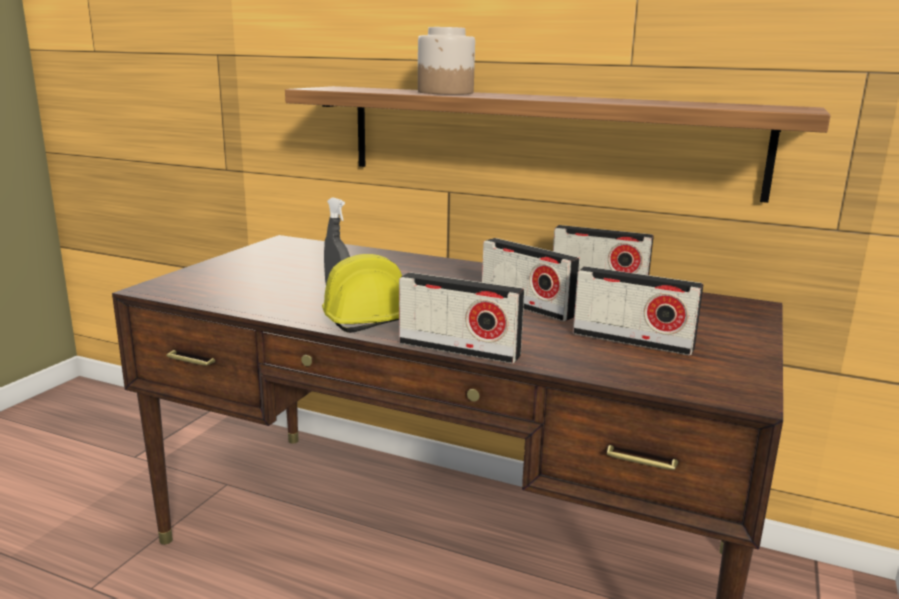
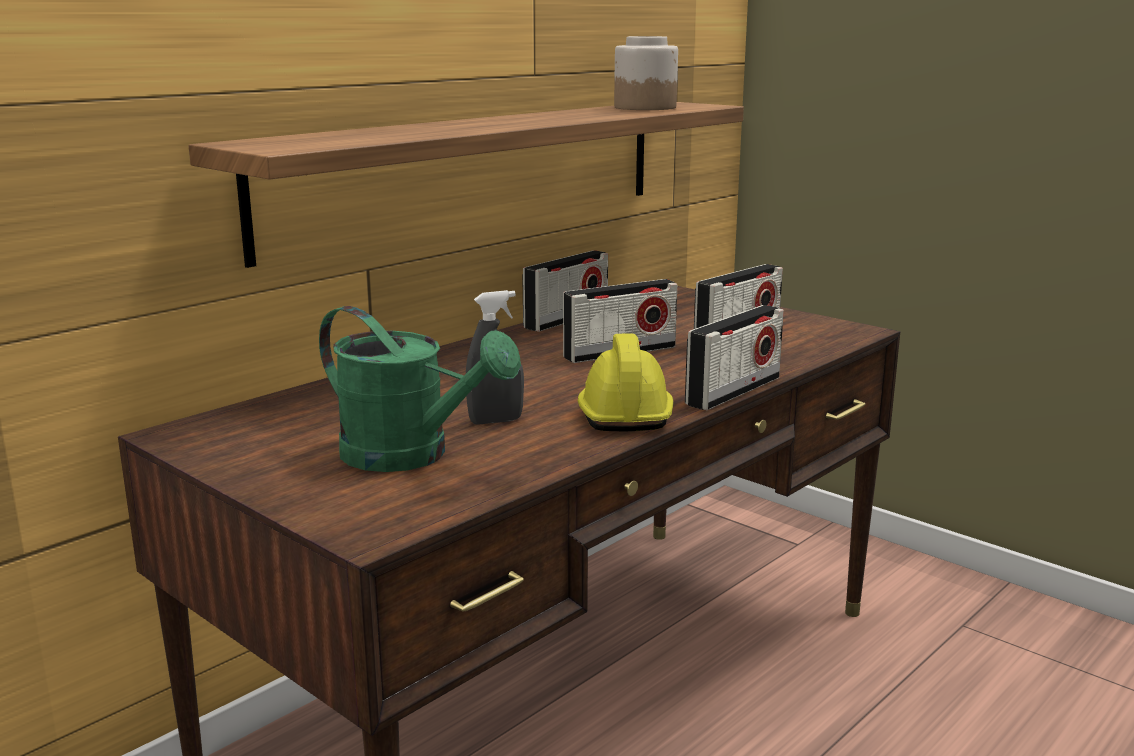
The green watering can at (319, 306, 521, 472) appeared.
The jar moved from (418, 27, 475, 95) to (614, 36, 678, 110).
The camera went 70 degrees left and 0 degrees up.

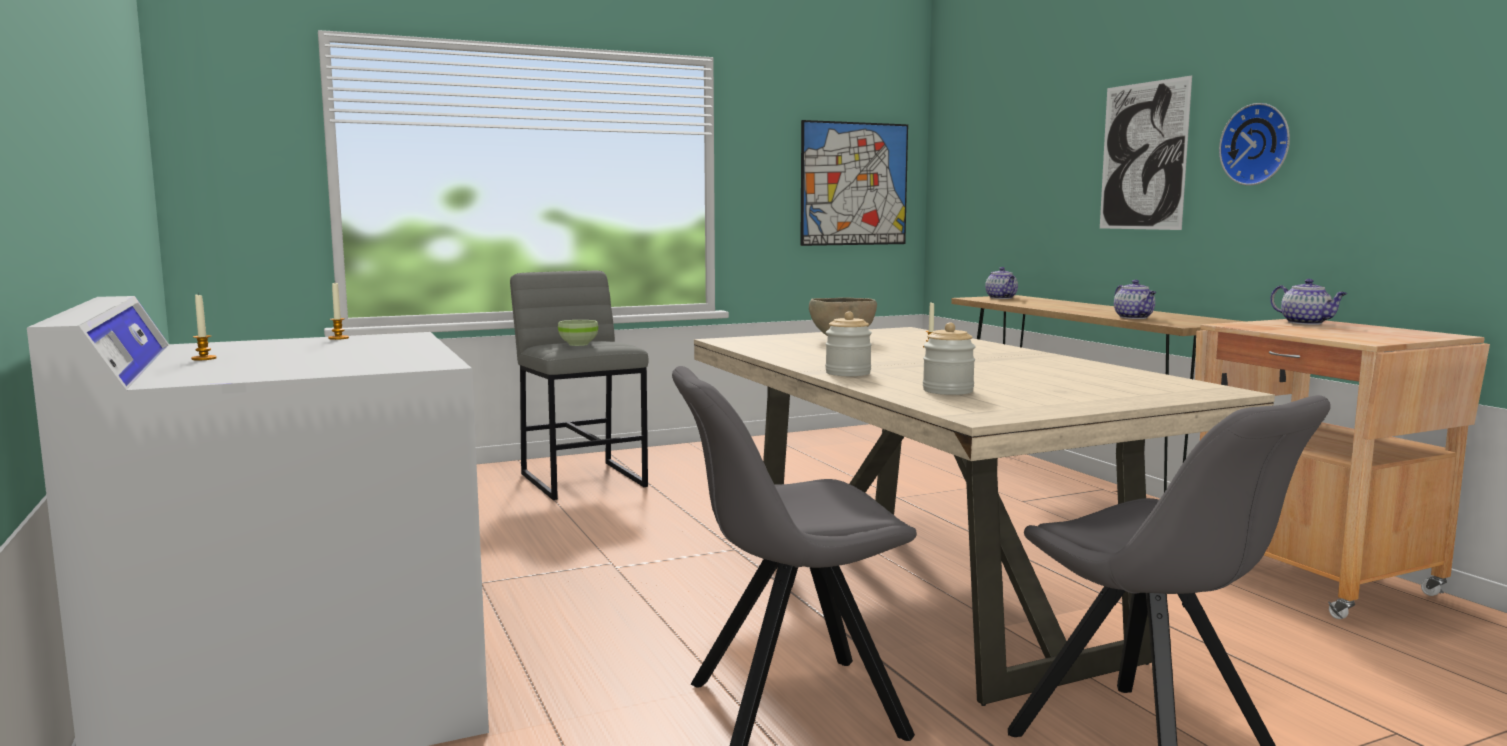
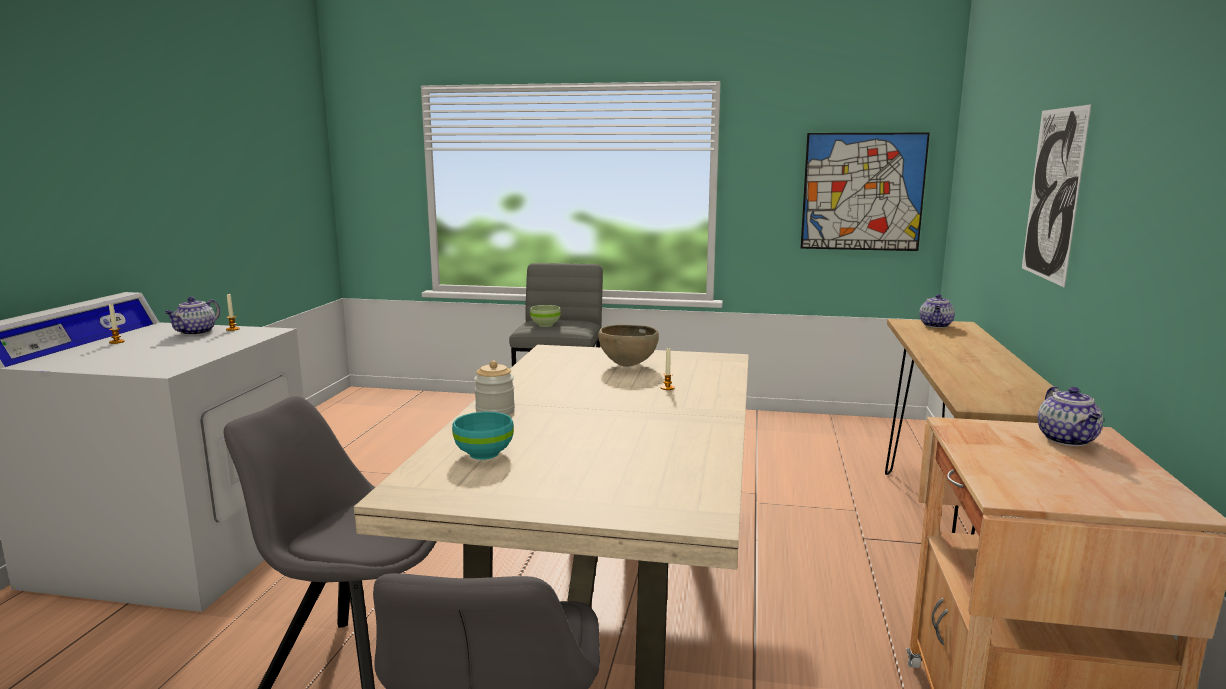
The teapot moved from (1114, 280, 1156, 319) to (165, 297, 220, 335).
The jar at (923, 322, 976, 395) was replaced by the turquoise bowl at (452, 412, 514, 460).
The wall clock at (1219, 103, 1290, 186) disappeared.
The camera went 35 degrees right and 5 degrees up.

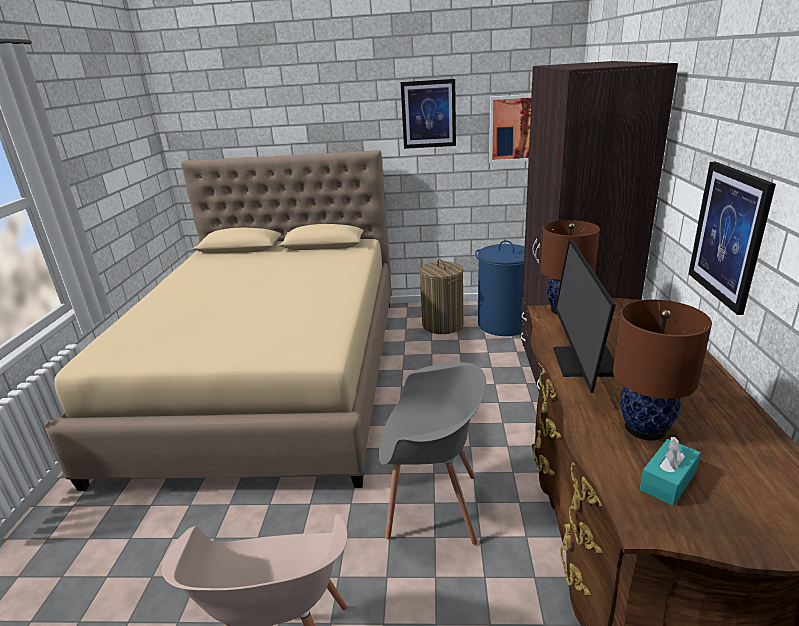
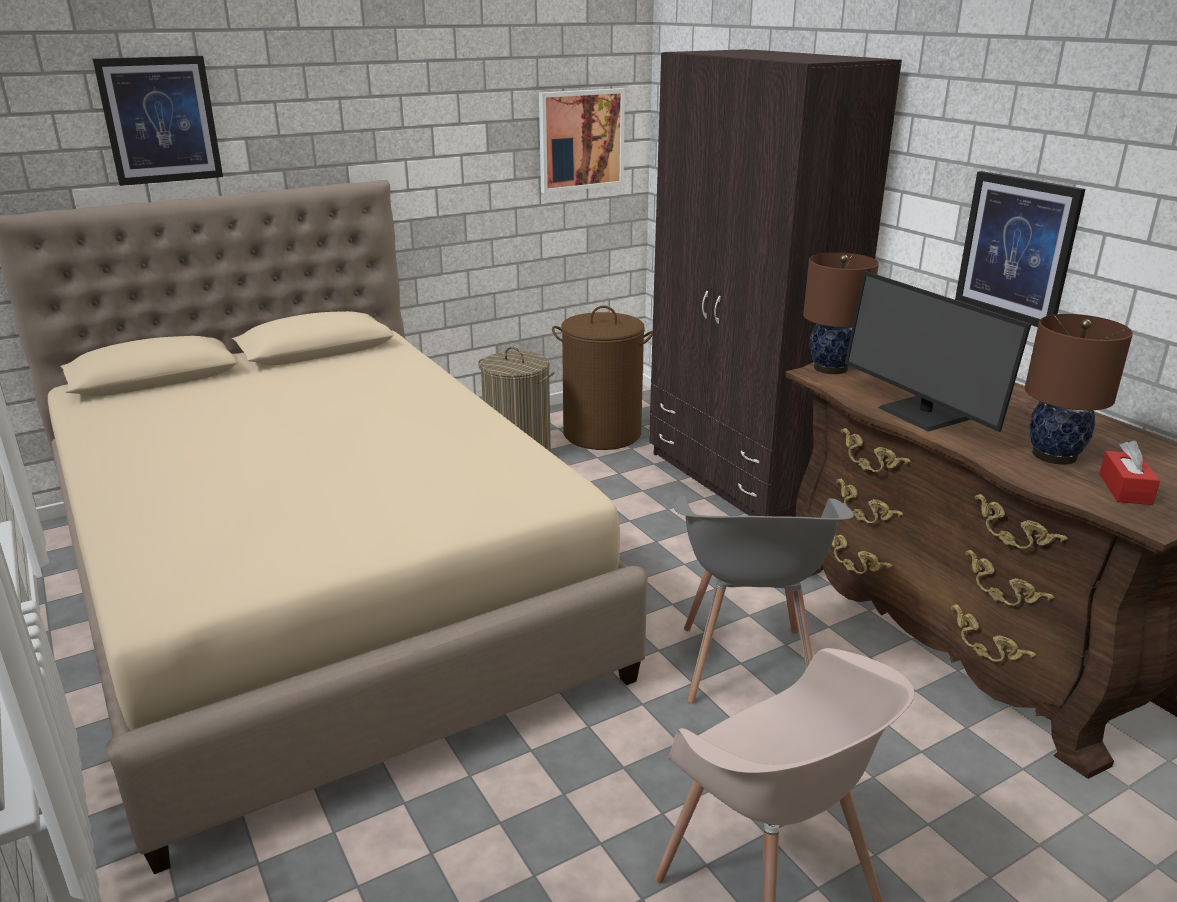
The picture moved from (401, 79, 456, 149) to (93, 56, 223, 186).
The blue laundry basket at (475, 240, 525, 336) became the brown laundry basket at (552, 305, 653, 450).
The grey chair at (379, 362, 486, 545) turned 120 degrees clockwise.
The turquoise tissue box at (640, 437, 701, 506) became the red tissue box at (1099, 440, 1160, 505).
The camera went 35 degrees left and 0 degrees up.

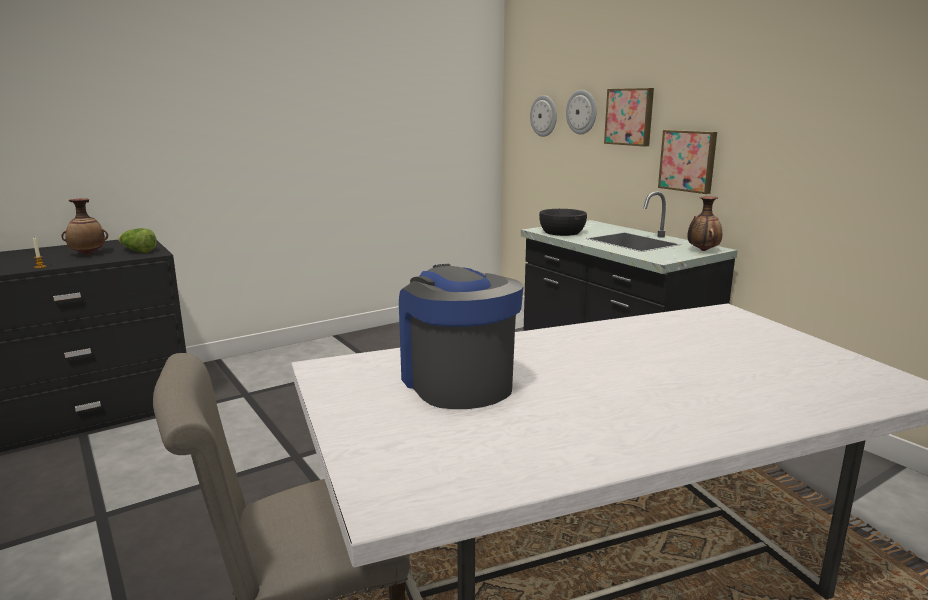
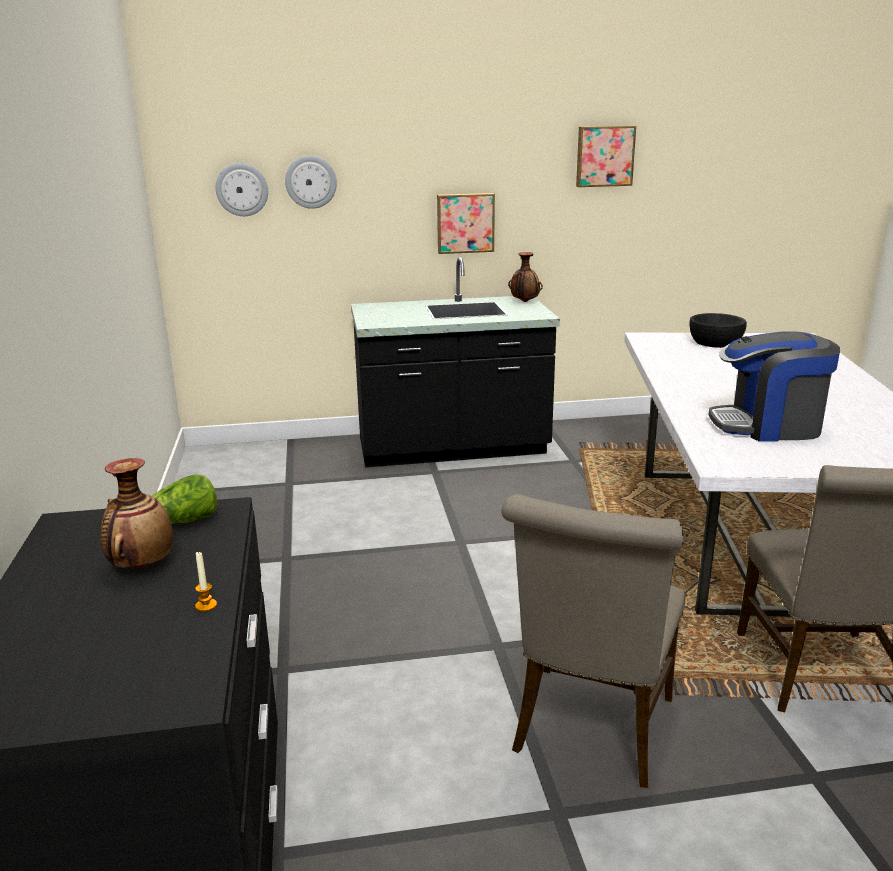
The beige chair at (501, 494, 685, 788) appeared.
The picture moved from (604, 88, 654, 147) to (576, 126, 636, 187).
The black bowl moved from (539, 209, 587, 236) to (689, 313, 747, 348).
The camera went 65 degrees left and 5 degrees up.

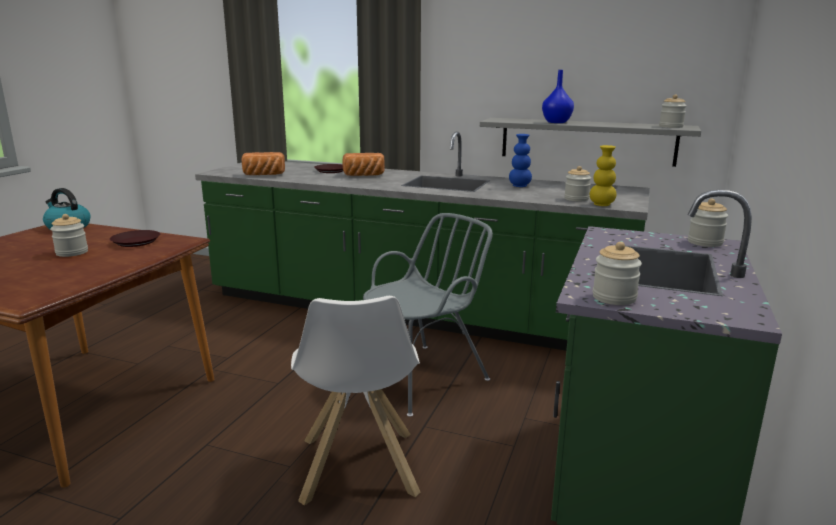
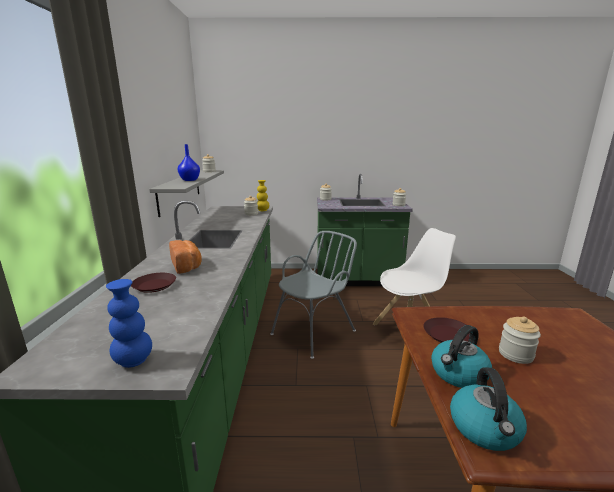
The blue vase moved from (509, 134, 532, 187) to (106, 279, 152, 368).
The grey chair at (363, 213, 493, 417) turned 105 degrees clockwise.
The kettle at (431, 325, 492, 388) appeared.
The bread at (242, 152, 285, 175) disappeared.
The camera went 110 degrees left and 0 degrees up.

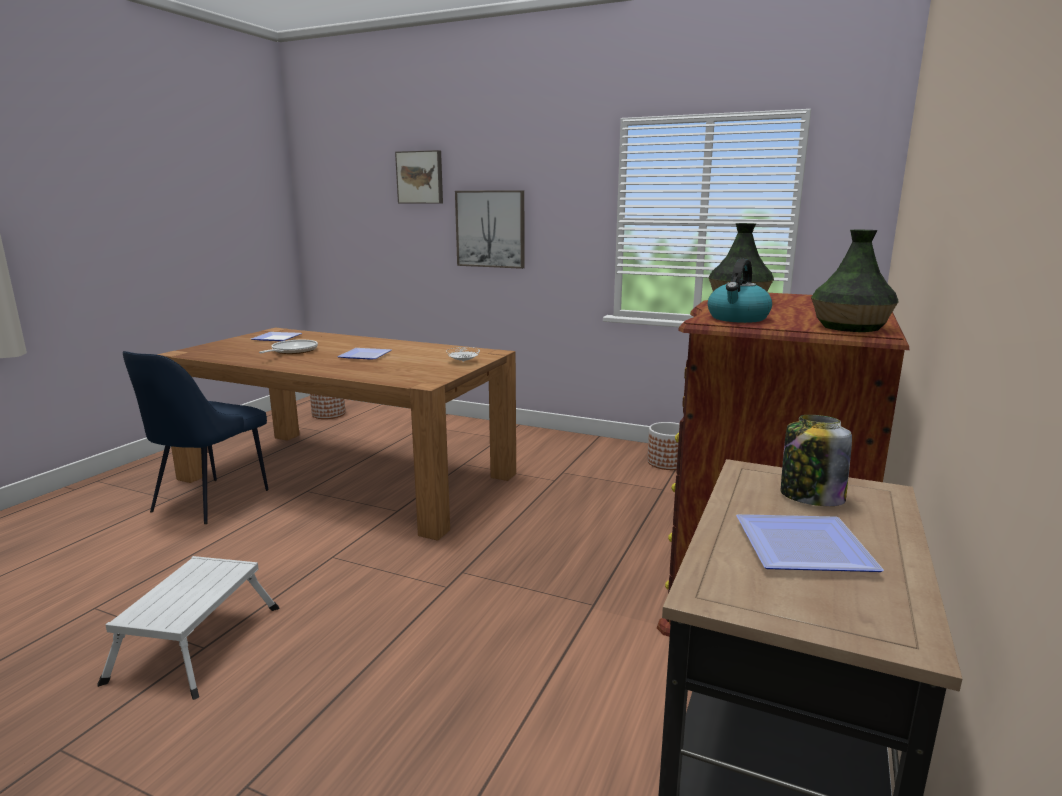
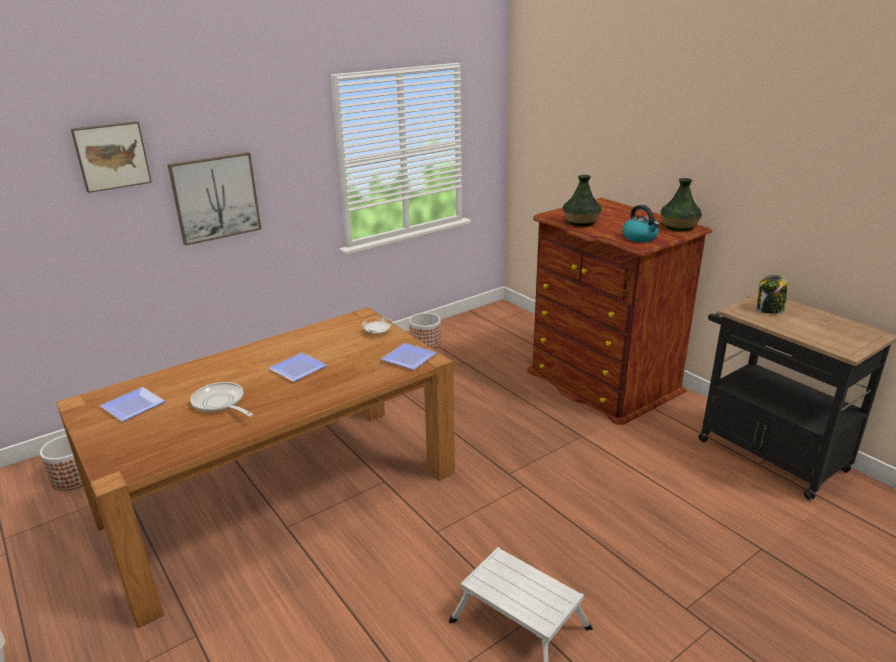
The plate moved from (736, 514, 884, 572) to (381, 343, 437, 370).
The blue chair at (123, 351, 268, 524) disappeared.
The camera went 60 degrees left and 10 degrees up.

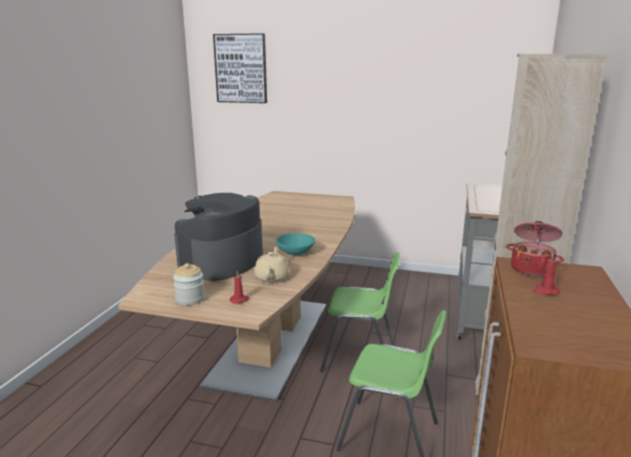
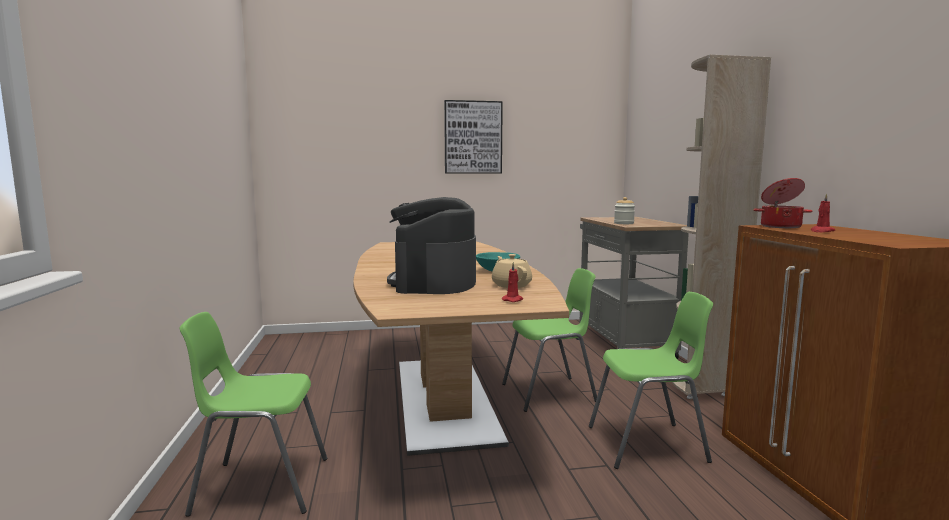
The green chair at (180, 312, 327, 517) appeared.
The picture moved from (213, 33, 267, 103) to (444, 100, 503, 174).
The jar moved from (173, 263, 205, 305) to (614, 197, 635, 224).
The camera went 25 degrees left and 10 degrees down.

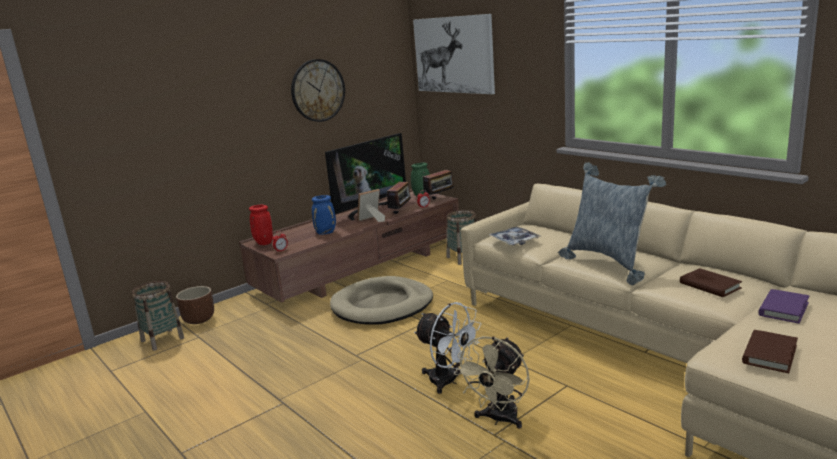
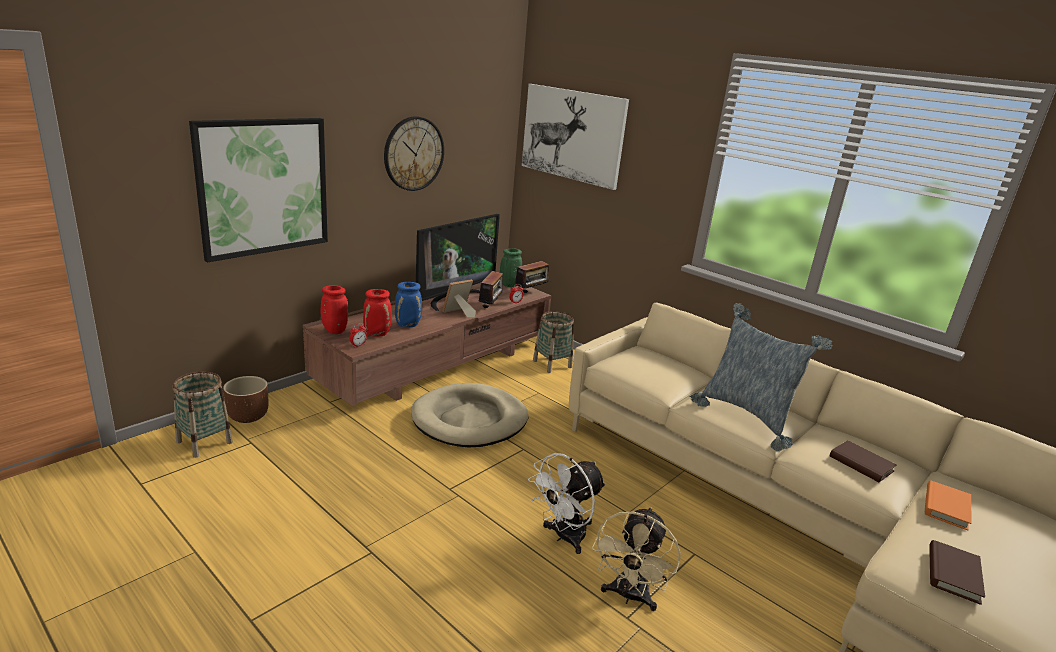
The picture at (189, 118, 328, 263) appeared.
The red vase at (363, 289, 392, 337) appeared.
The white fan at (414, 302, 481, 394) turned 105 degrees clockwise.
The purple book at (758, 289, 810, 324) became the orange book at (925, 481, 971, 530).
The tray at (489, 227, 541, 245) disappeared.
The camera went 10 degrees left and 5 degrees up.

